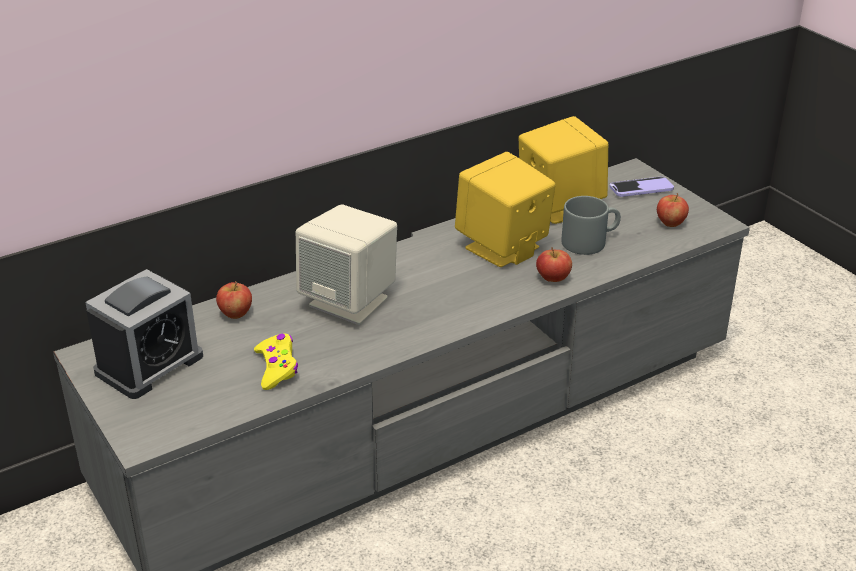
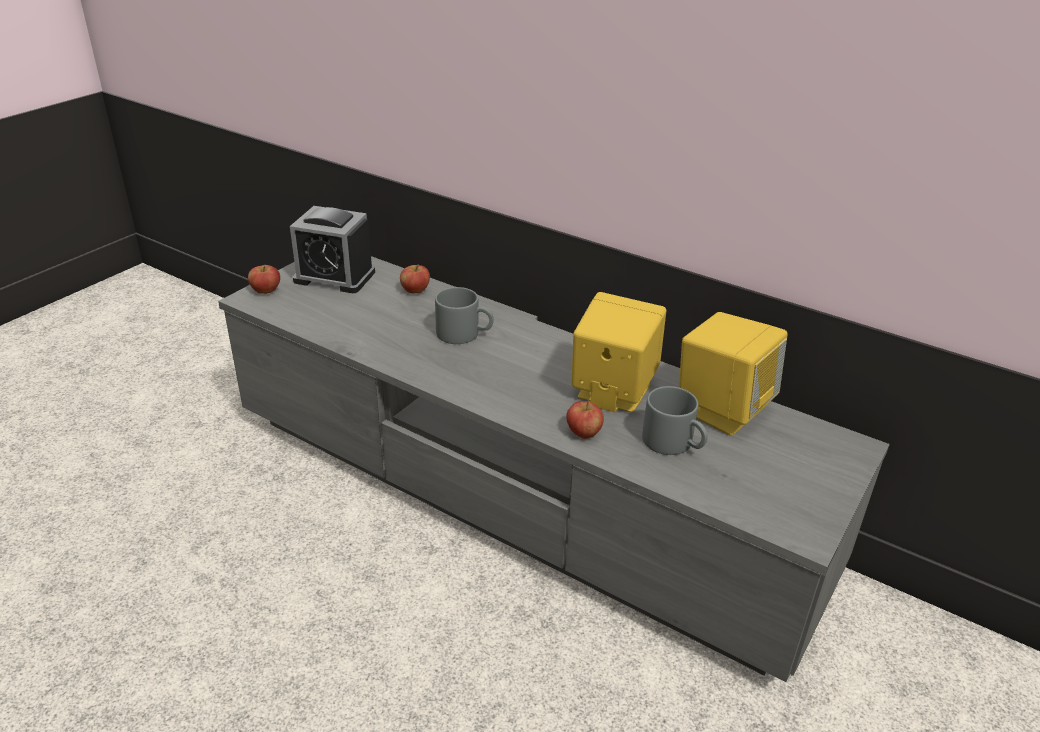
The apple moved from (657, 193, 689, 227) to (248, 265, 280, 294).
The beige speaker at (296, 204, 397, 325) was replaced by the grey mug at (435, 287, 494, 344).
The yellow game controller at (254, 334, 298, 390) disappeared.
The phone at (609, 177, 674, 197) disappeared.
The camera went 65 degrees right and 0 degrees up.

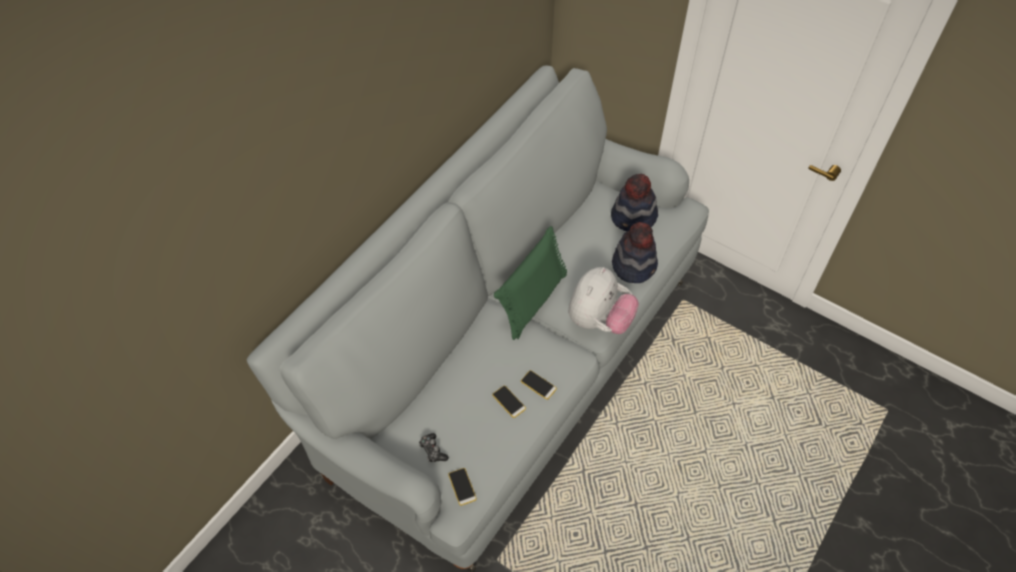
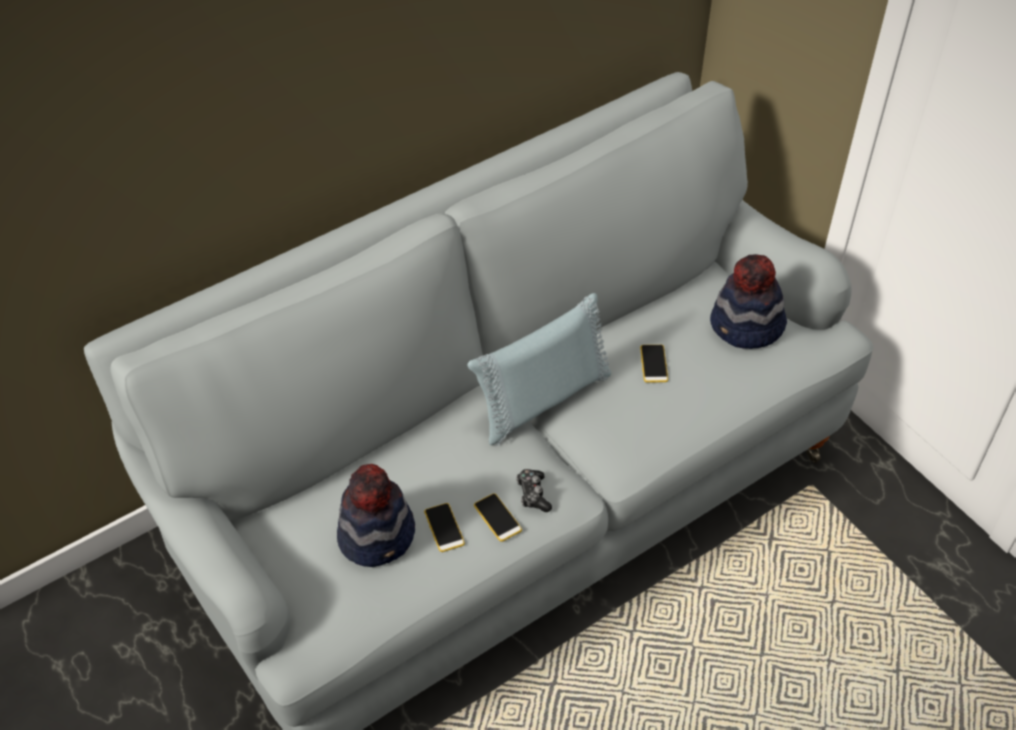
The hat moved from (612, 222, 658, 283) to (337, 464, 415, 567).
The green pillow at (494, 226, 567, 340) became the blue pillow at (467, 293, 611, 446).
The game controller moved from (419, 433, 449, 462) to (516, 469, 552, 512).
The phone moved from (448, 468, 477, 506) to (640, 345, 668, 383).
The plush toy at (568, 267, 639, 334) disappeared.
The camera went 20 degrees right and 5 degrees down.

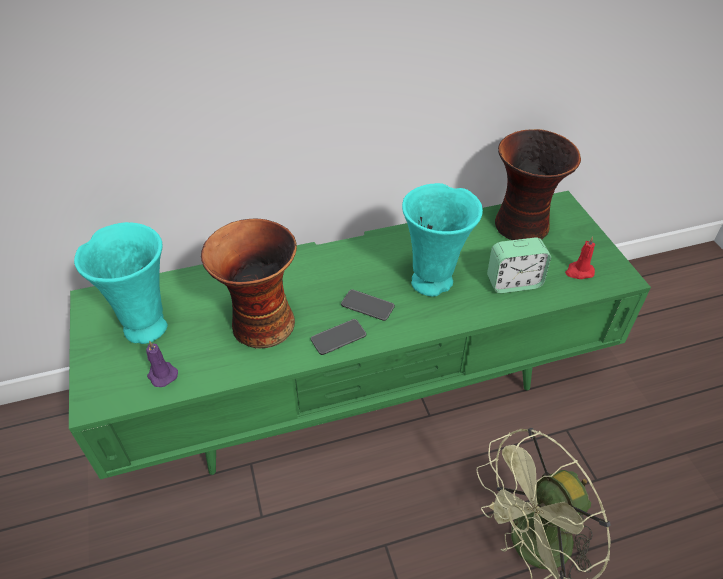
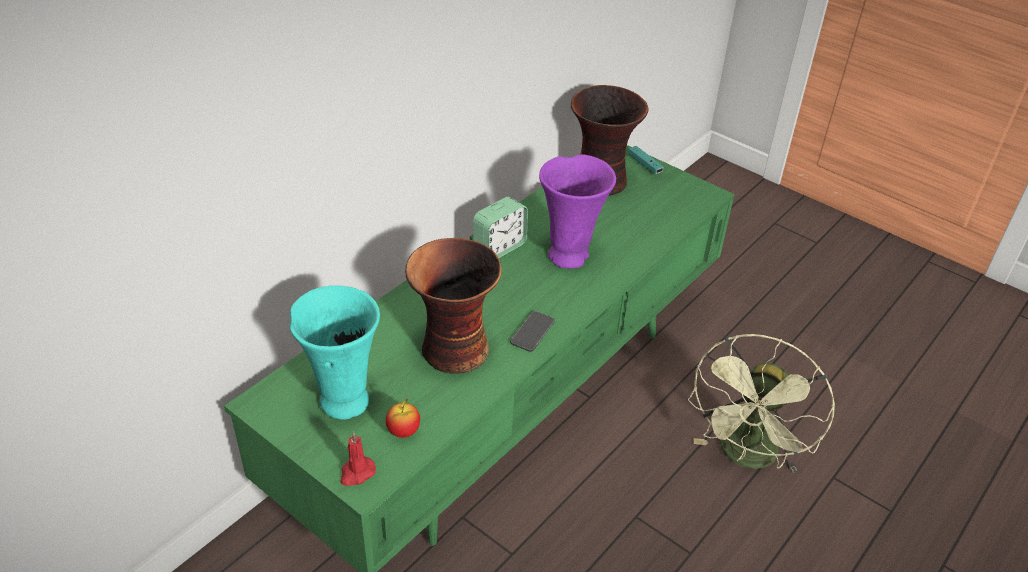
The red candle moved from (565, 236, 595, 279) to (340, 432, 376, 486).
The purple candle at (146, 340, 178, 387) was replaced by the apple at (386, 399, 420, 438).
The alarm clock moved from (487, 237, 551, 293) to (473, 197, 528, 258).
The turquoise vase at (402, 183, 483, 297) became the purple vase at (539, 154, 616, 269).
The turquoise game controller at (628, 146, 664, 174) appeared.
The phone at (341, 289, 395, 321) disappeared.
The camera went 35 degrees left and 5 degrees down.

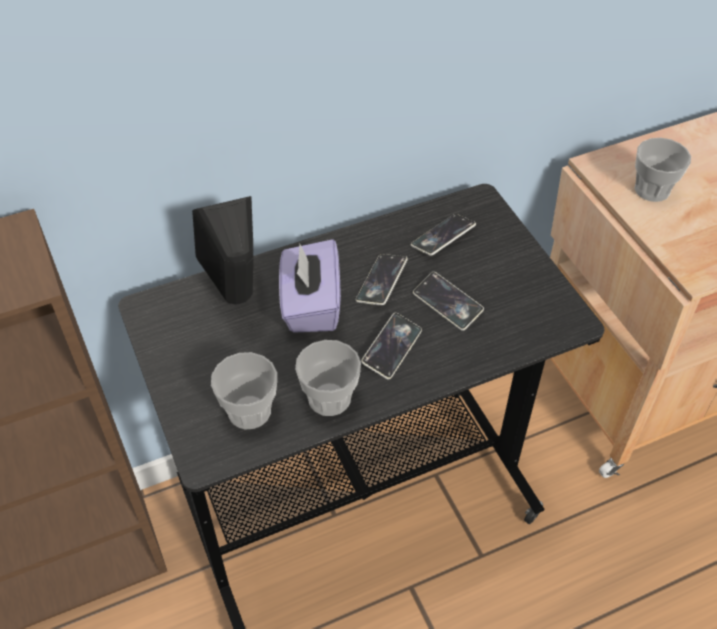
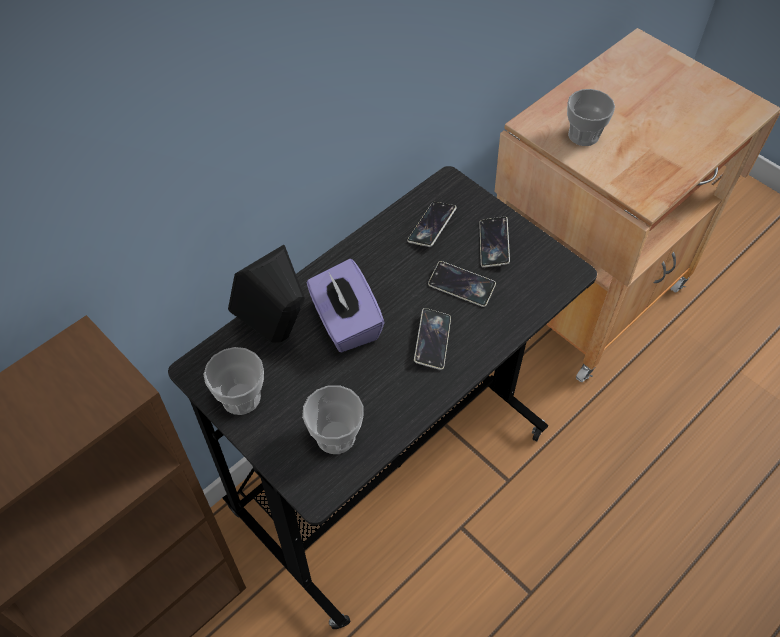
The cup moved from (295, 340, 361, 416) to (203, 347, 264, 415).
The phone moved from (356, 254, 408, 305) to (479, 216, 510, 268).
The camera went 20 degrees left and 5 degrees up.

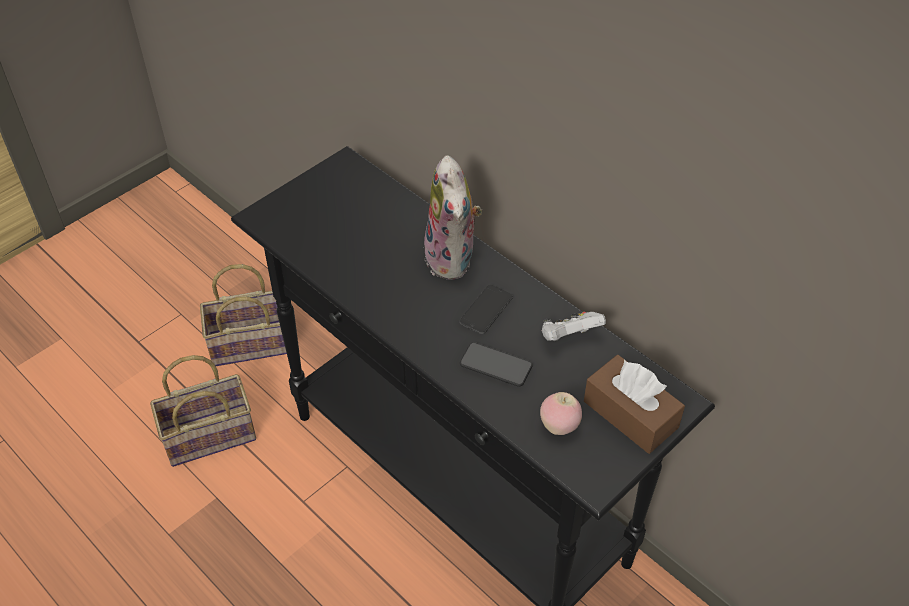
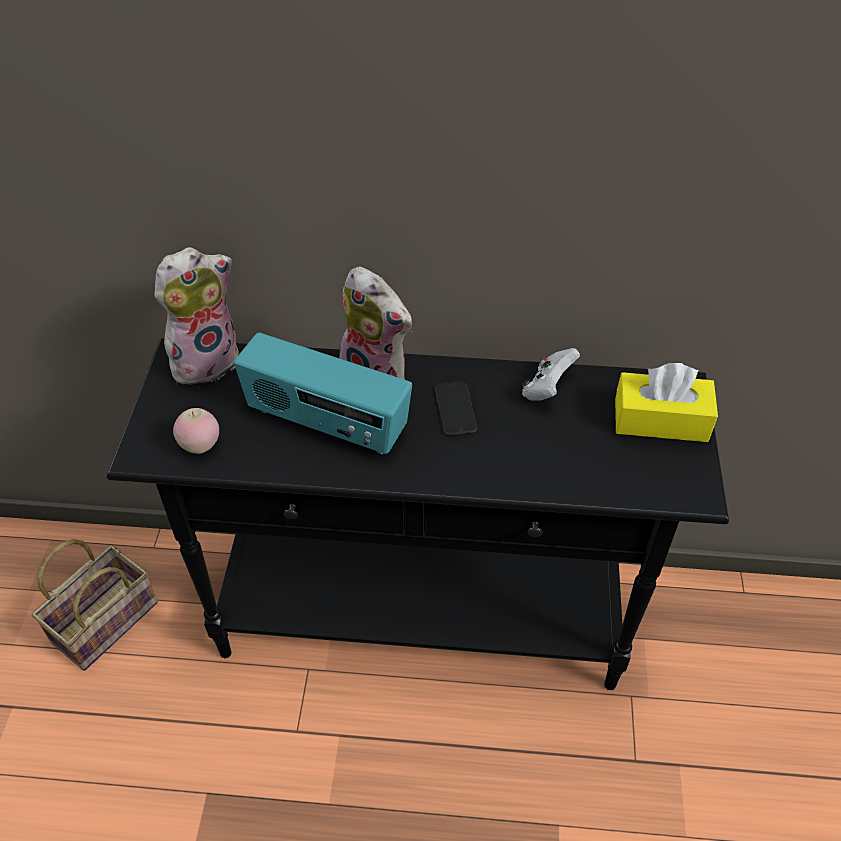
The plush toy at (155, 247, 239, 388) appeared.
The apple moved from (540, 392, 582, 435) to (173, 408, 219, 454).
The radio at (234, 333, 412, 454) appeared.
The brown tissue box at (584, 355, 685, 454) became the yellow tissue box at (615, 363, 718, 442).
The basket at (150, 355, 256, 467) disappeared.
The phone at (460, 342, 533, 387) disappeared.
The camera went 40 degrees left and 0 degrees up.

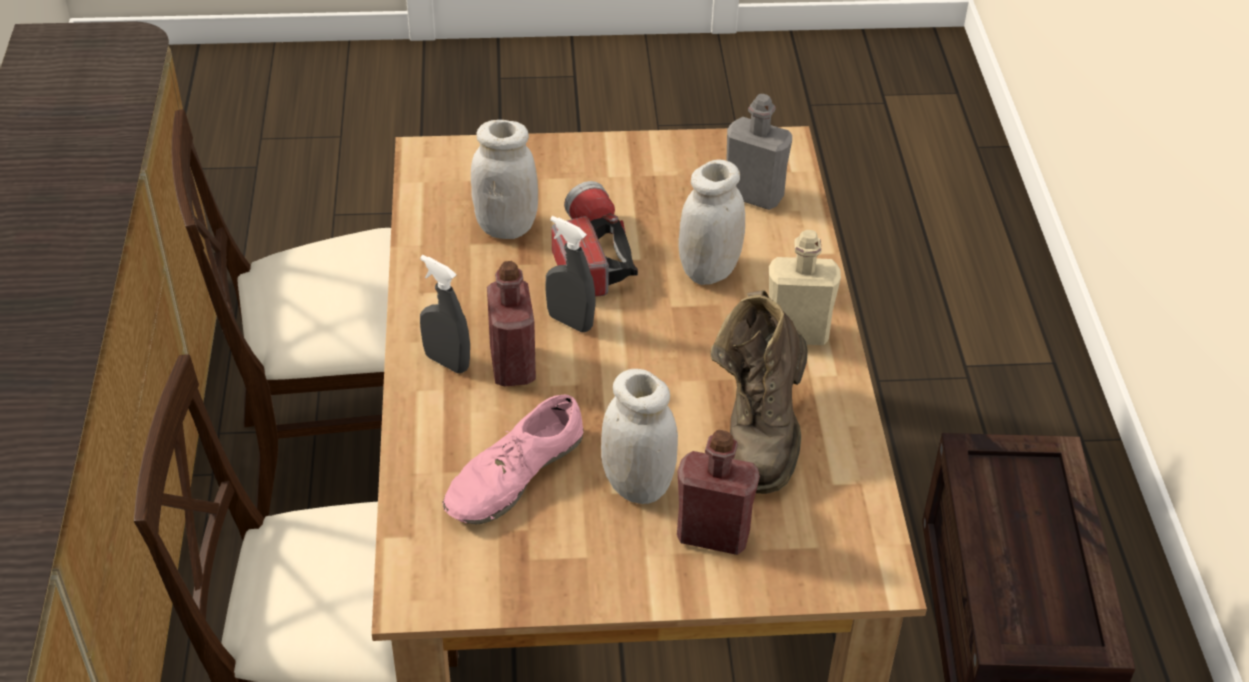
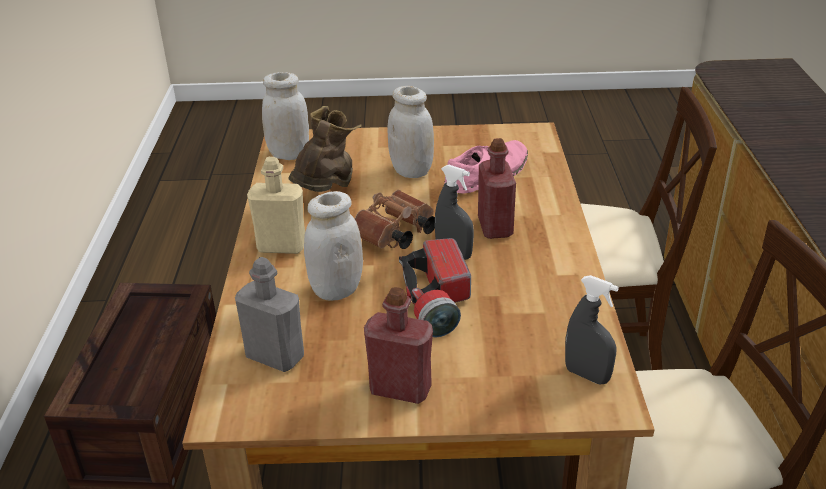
The white jar moved from (471, 120, 538, 239) to (262, 72, 309, 160).
The brown binoculars at (355, 190, 435, 249) appeared.
The red bottle moved from (677, 430, 760, 555) to (364, 287, 433, 404).
The grey spray bottle moved from (420, 255, 470, 373) to (565, 275, 619, 384).
The camera went 175 degrees left and 10 degrees down.

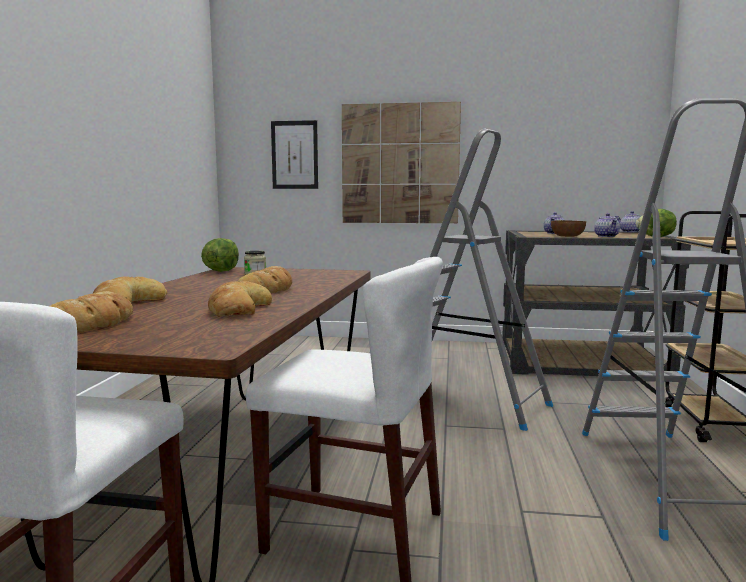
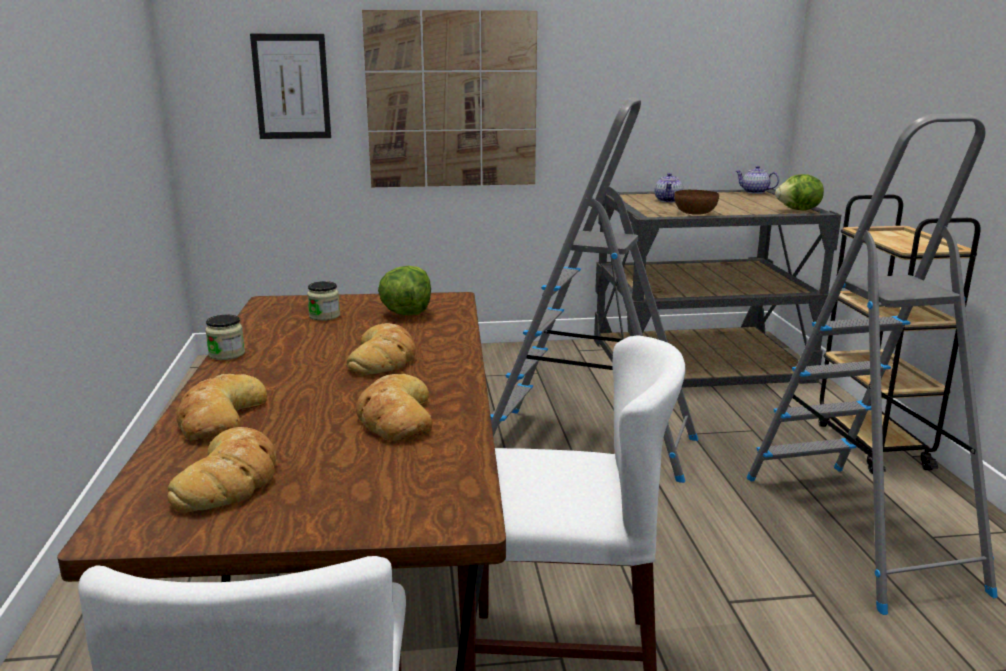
The jar at (205, 315, 245, 360) appeared.
The lettuce moved from (201, 238, 239, 272) to (378, 266, 431, 316).
The teapot at (594, 213, 620, 237) disappeared.
The camera went 15 degrees left and 10 degrees up.

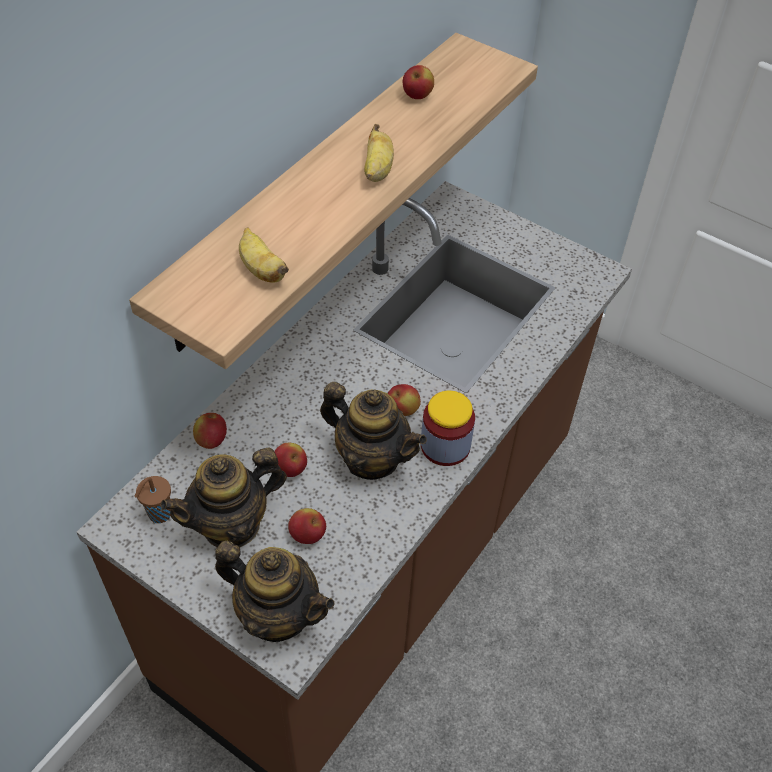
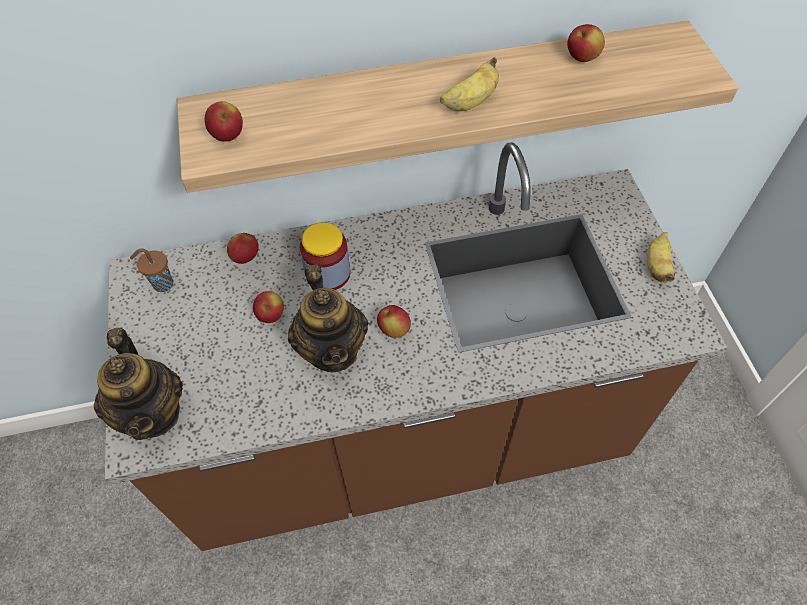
The apple moved from (288, 508, 326, 544) to (205, 101, 243, 141).
The jar moved from (421, 391, 475, 466) to (300, 222, 350, 290).
The banana moved from (239, 227, 289, 283) to (647, 232, 675, 283).
The teapot at (161, 447, 287, 548) disappeared.
The camera went 45 degrees right and 5 degrees up.

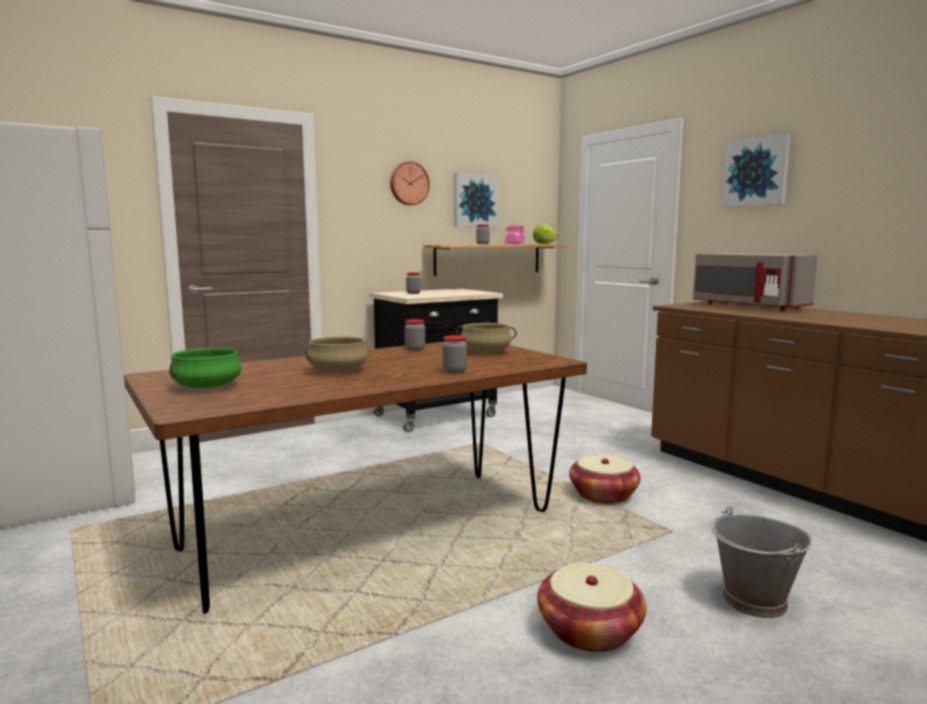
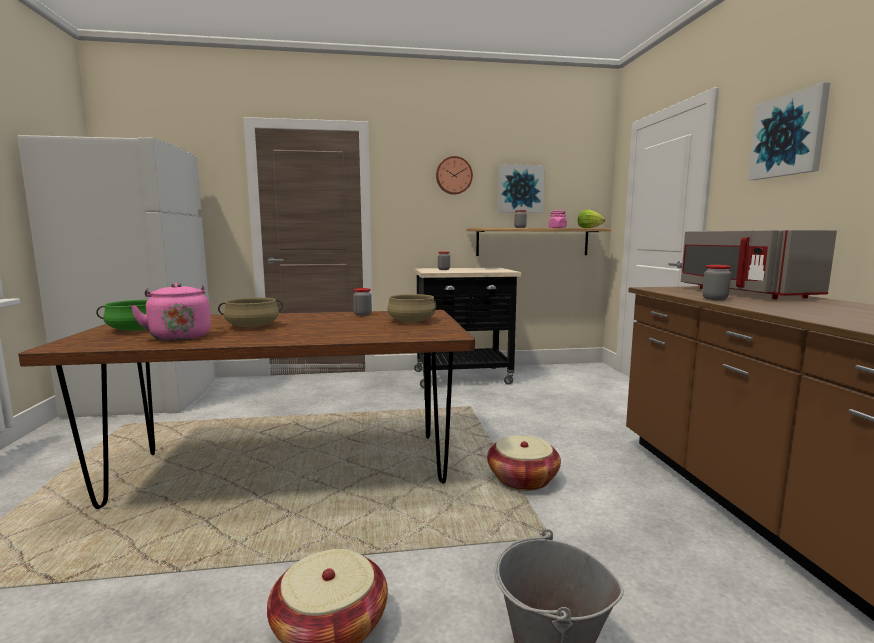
The pink kettle at (130, 283, 211, 340) appeared.
The jar moved from (442, 335, 467, 374) to (702, 265, 731, 300).
The camera went 25 degrees right and 0 degrees up.

